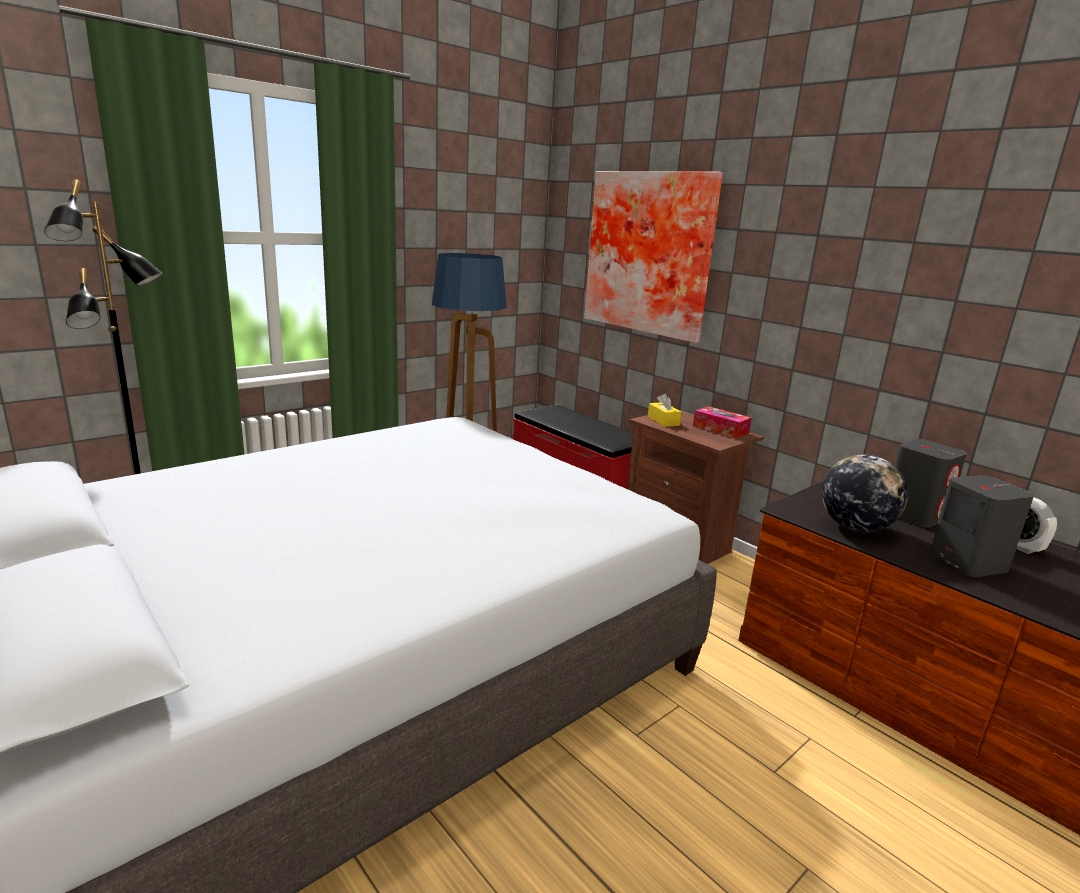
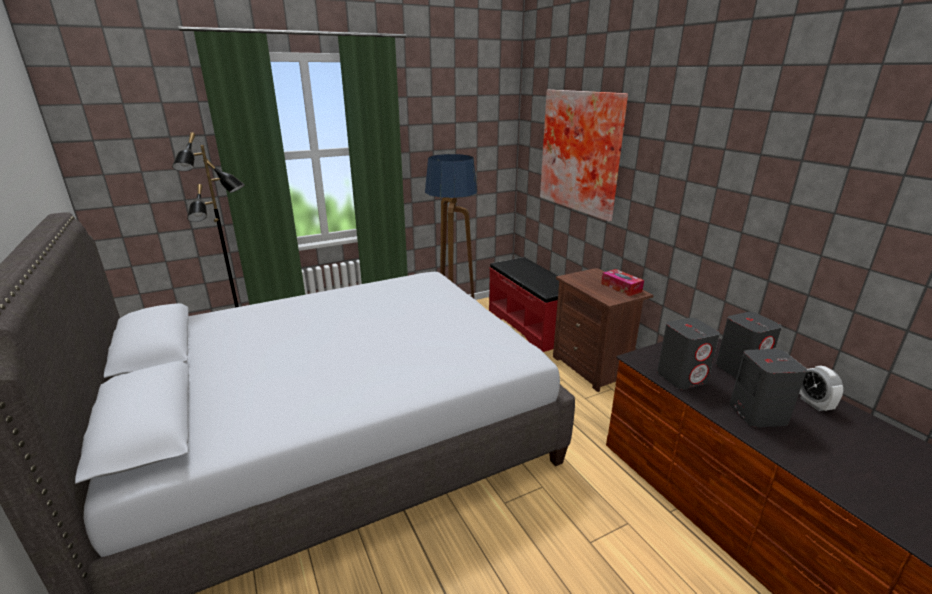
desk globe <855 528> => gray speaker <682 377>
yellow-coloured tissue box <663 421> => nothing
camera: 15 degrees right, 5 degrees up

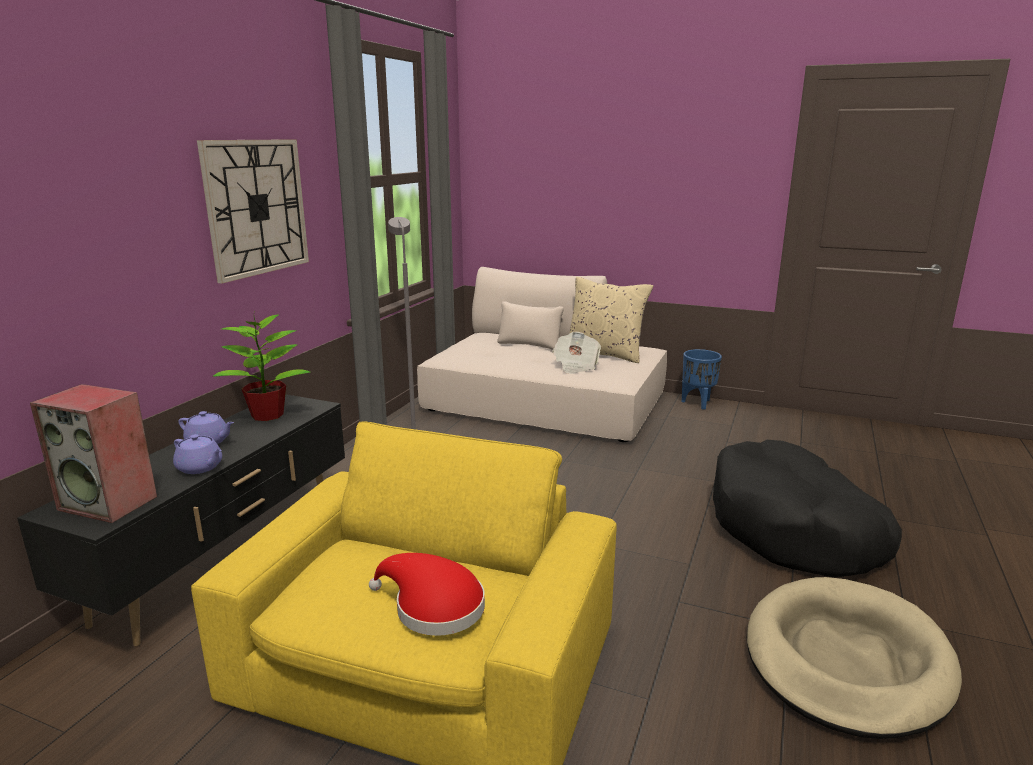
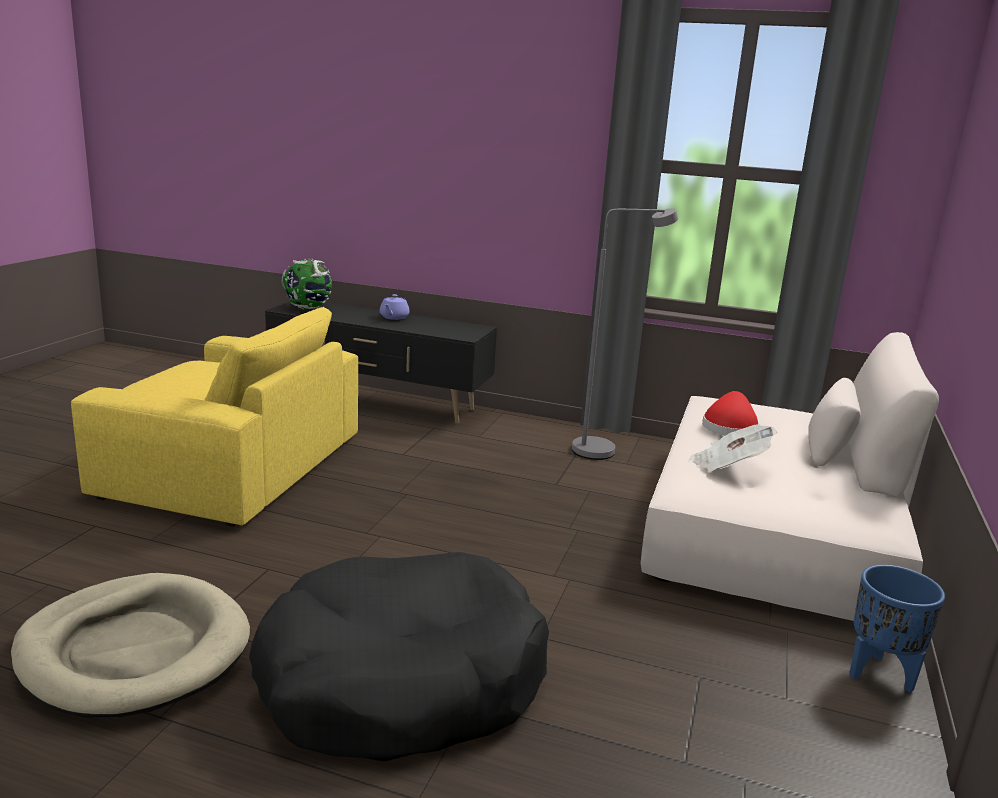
speaker <110 503> => desk globe <308 308>
red wearable hat <433 607> => red wearable hat <729 427>, move
purplish pot for tea <200 468> => nothing
wall clock <256 207> => nothing
houseplant <268 415> => nothing
sand-coloured pillow <604 353> => nothing
camera: 85 degrees right, 0 degrees up

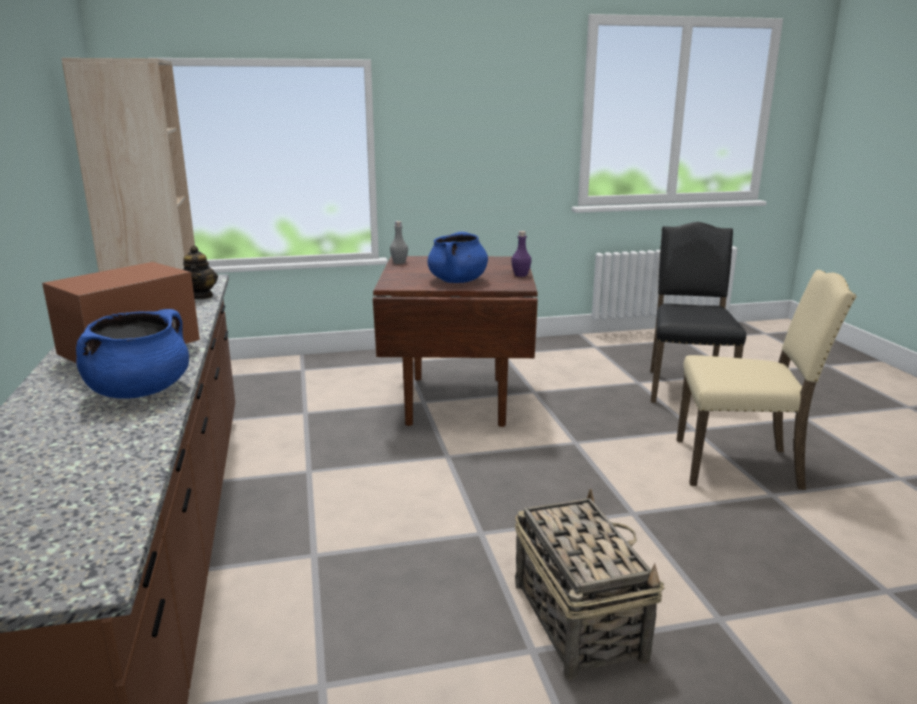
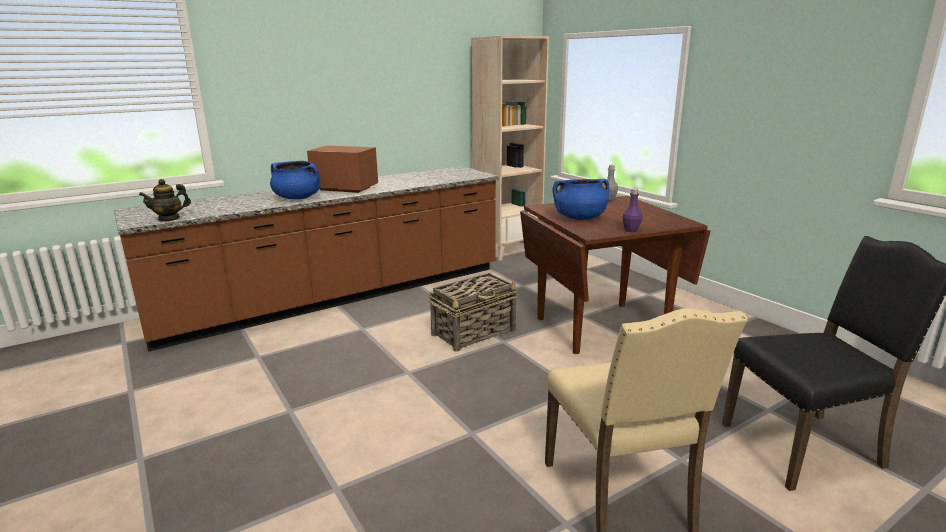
pot for tea <200 296> => pot for tea <169 218>, move
storage basket <577 618> => storage basket <474 332>, move
camera: 70 degrees right, 0 degrees up

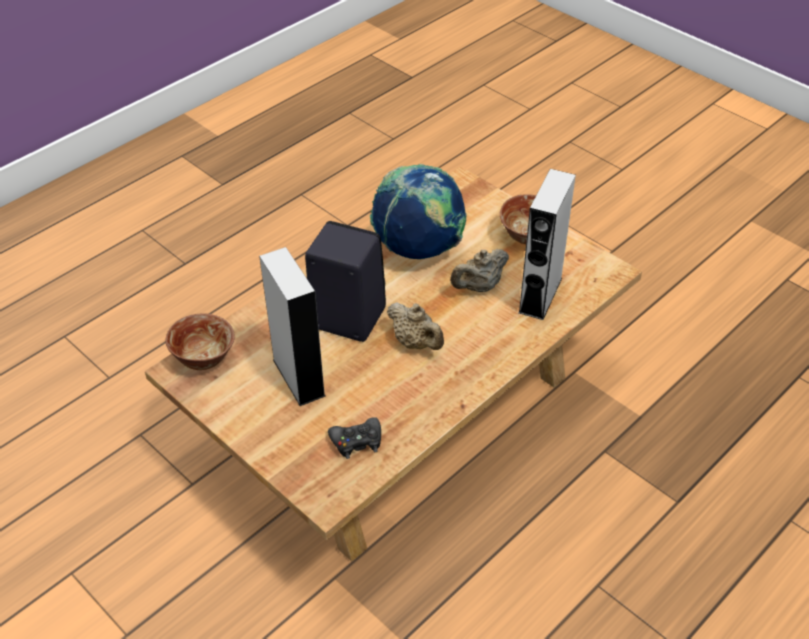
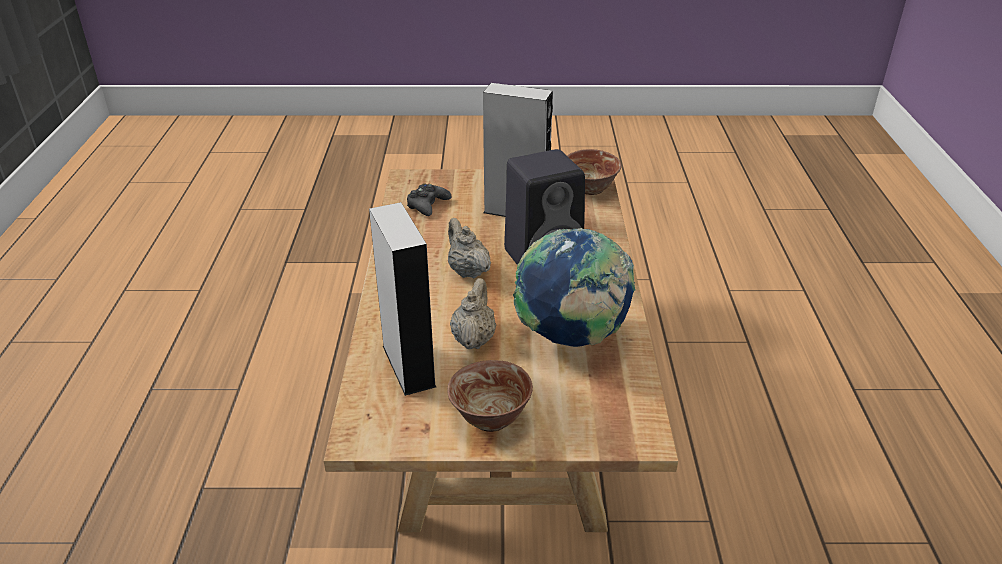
sand-coloured pot for tea <416 343> => sand-coloured pot for tea <467 271>, 60 degrees clockwise
camera: 135 degrees right, 10 degrees down

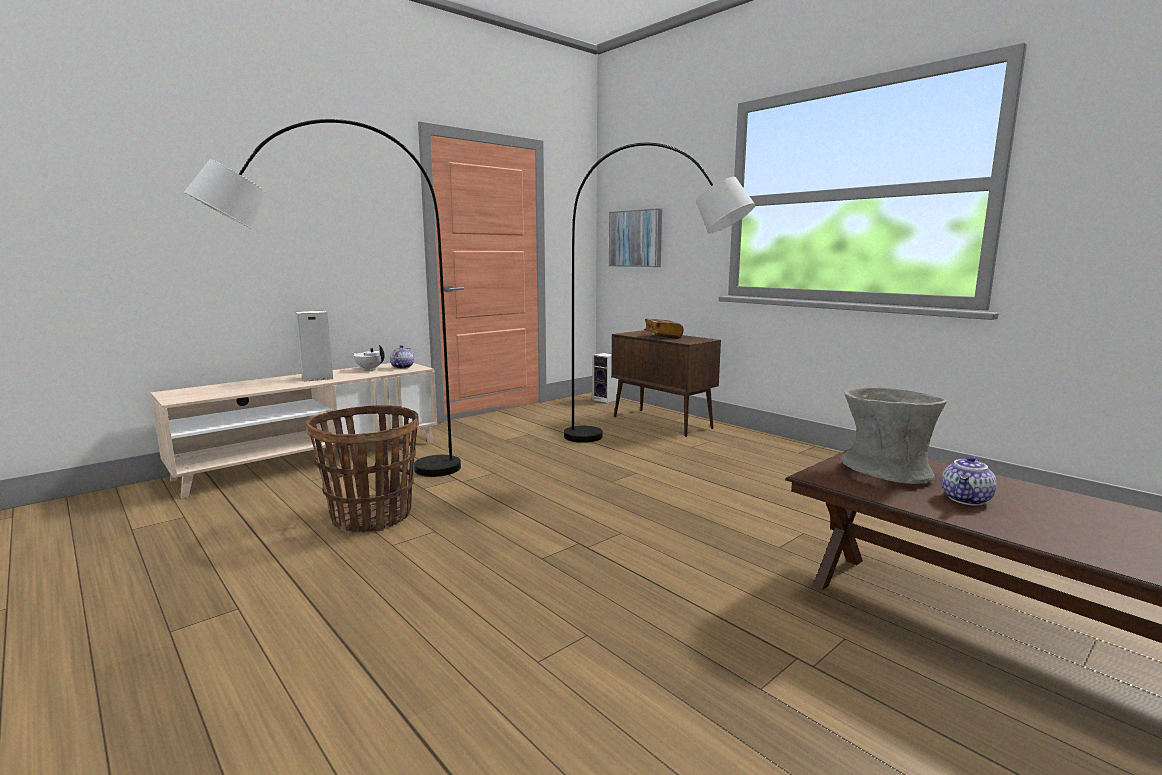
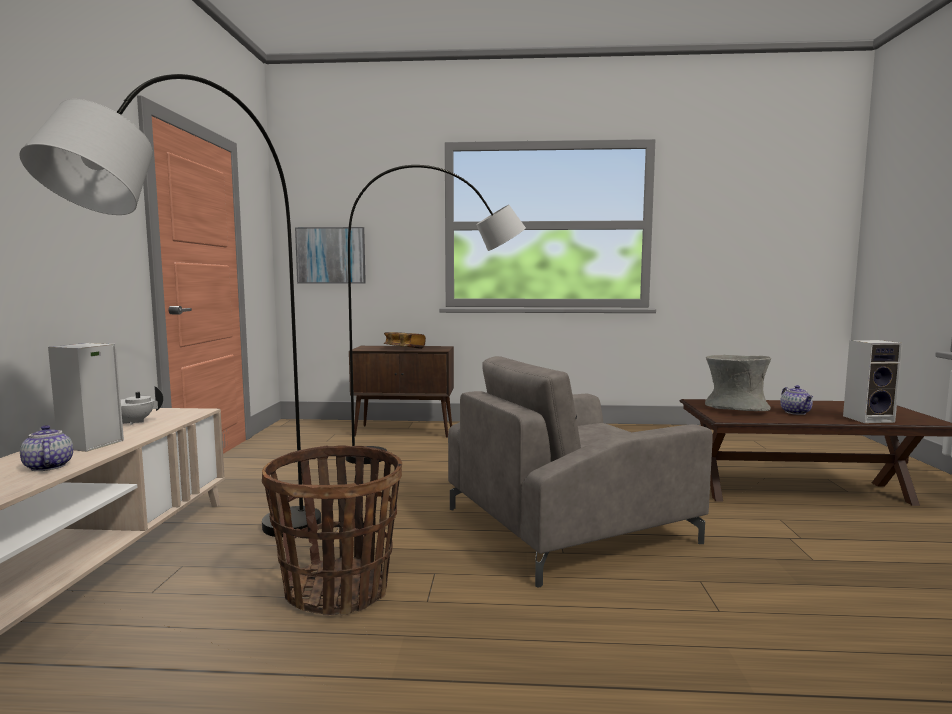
pot for tea <402 367> => pot for tea <47 467>, move
nothing => gray easy chair <569 524>
speaker <606 400> => speaker <869 419>, move
camera: 45 degrees left, 5 degrees down

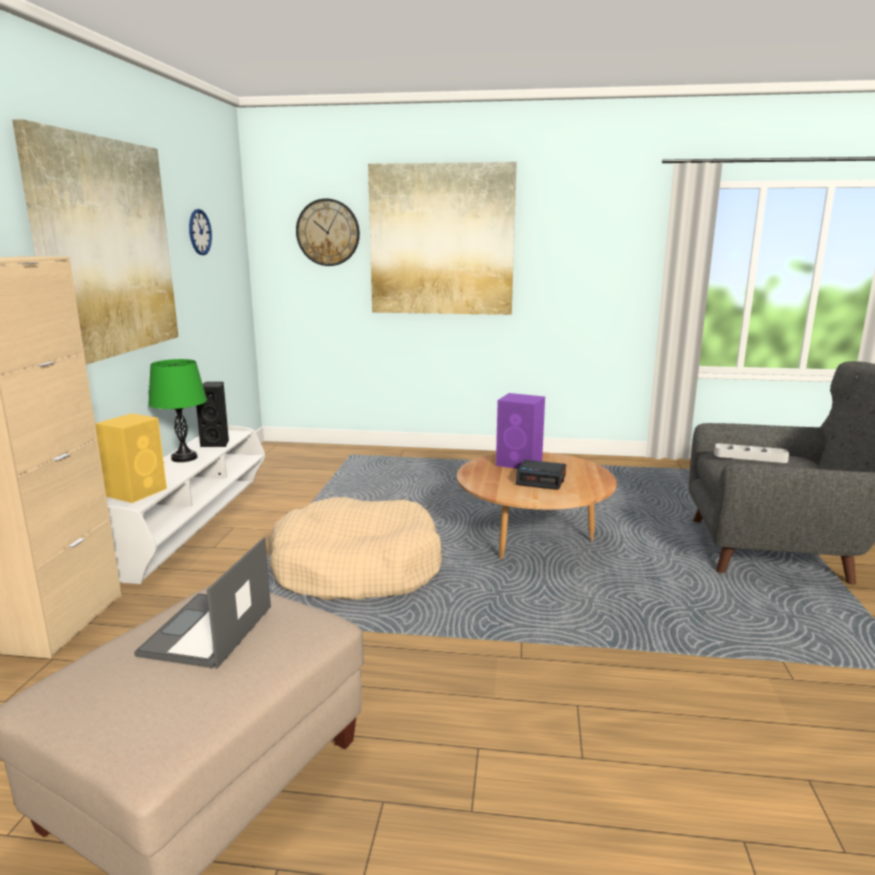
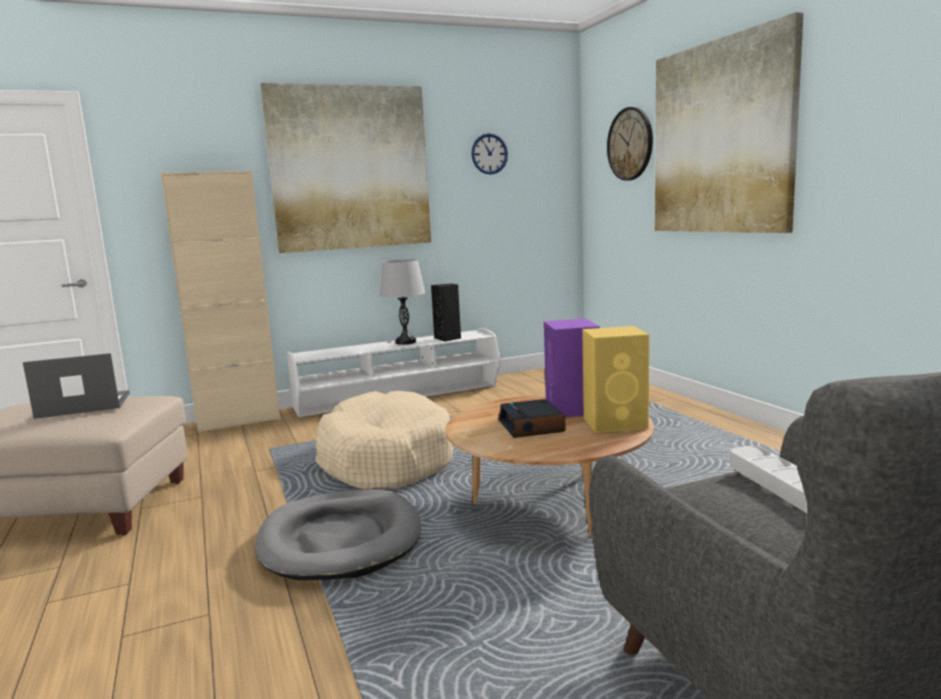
nothing => gray pet bed <341 540>
green table lamp <184 458> => gray table lamp <405 342>
yellow-coloured speaker <138 492> => yellow-coloured speaker <616 423>, move
camera: 60 degrees right, 5 degrees down

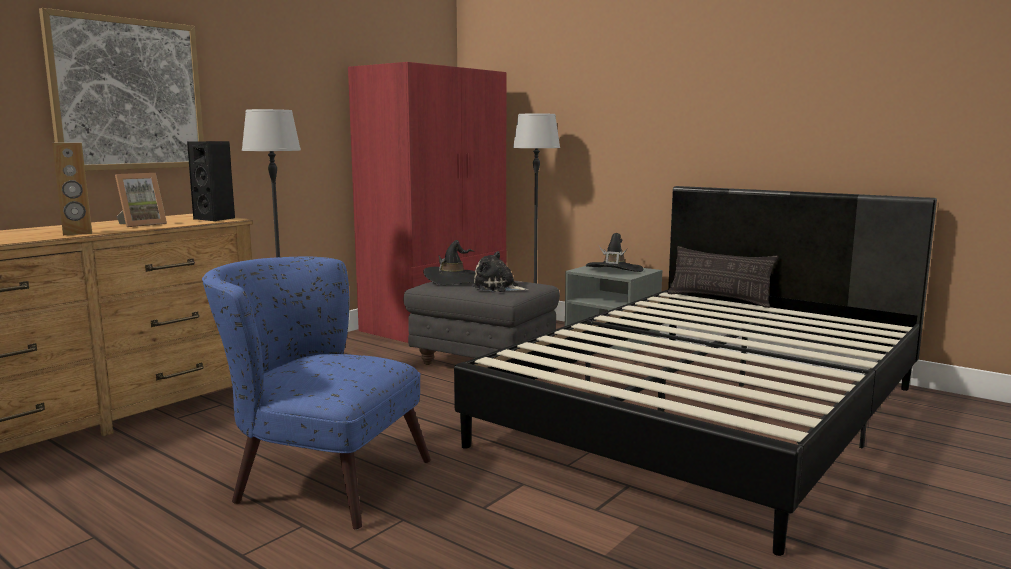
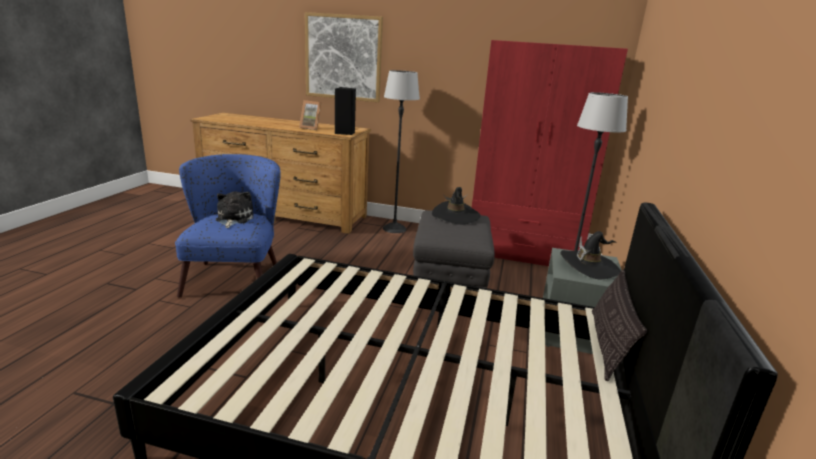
soft toy <498 288> => soft toy <233 219>, move
brownish speaker <77 233> => nothing
camera: 65 degrees right, 10 degrees up

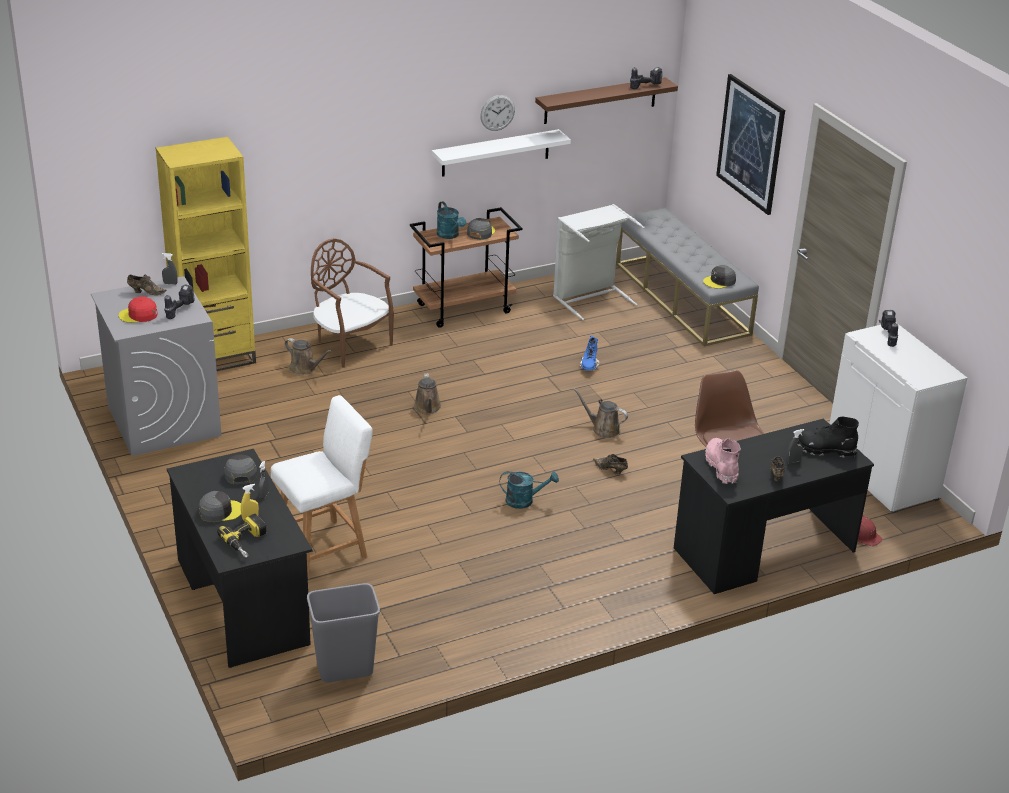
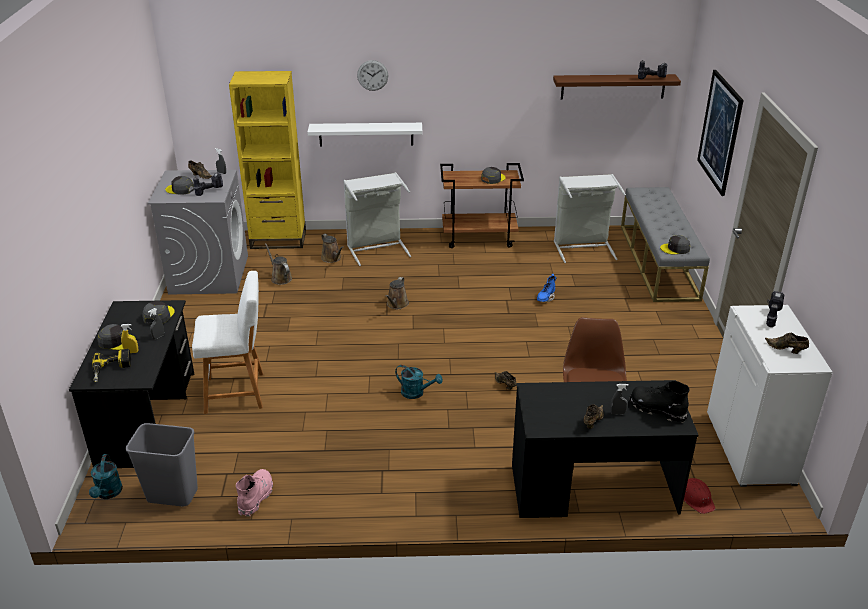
turquoise-coloured watering can <450 235> => turquoise-coloured watering can <108 493>, move
red peaked cap <138 315> => gray peaked cap <180 189>
pink-coloured tall boot <721 467> => pink-coloured tall boot <256 497>, move
brownish watering can <603 429> => brownish watering can <280 278>, move
white-coloured bracket shelf <495 153> => white-coloured bracket shelf <366 134>, move
brownish chair <350 345> => gray hamper <377 248>
wall clock <497 112> => wall clock <372 75>, move
nothing => brownish shoe <786 349>
camera: 25 degrees right, 0 degrees up

